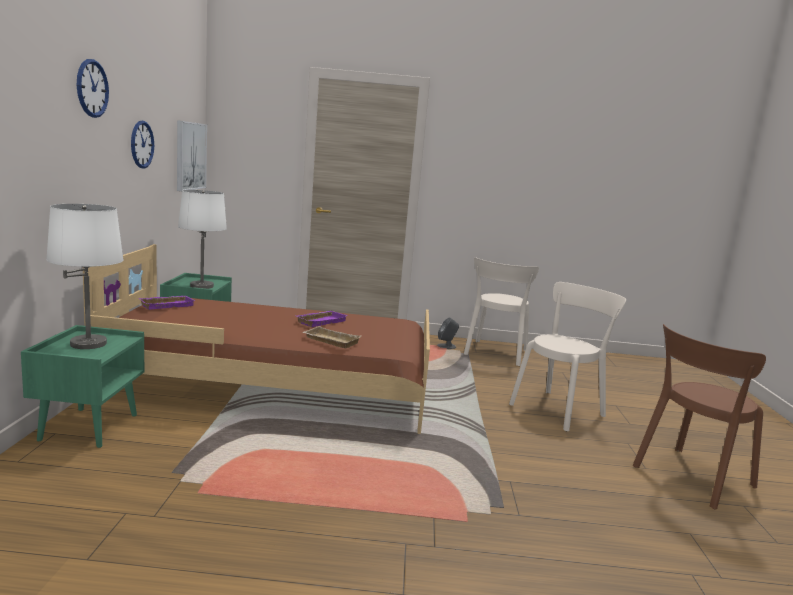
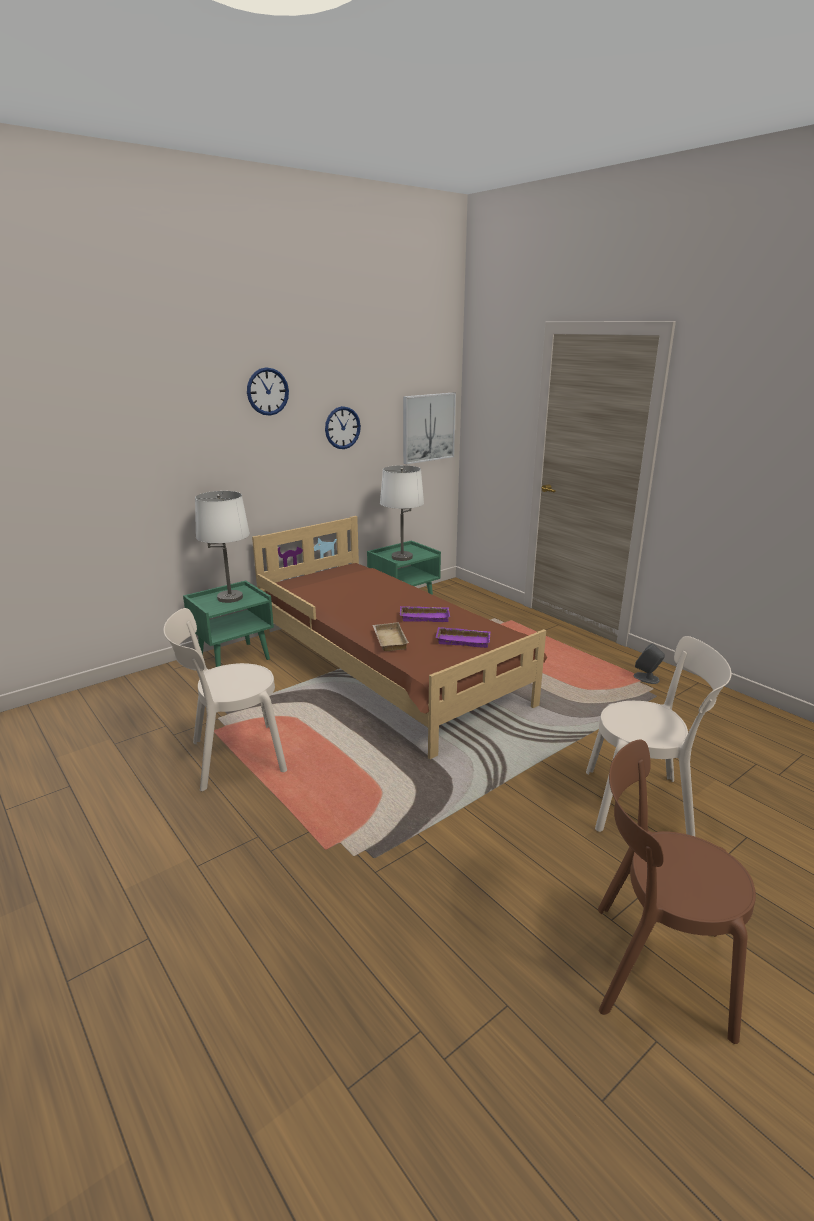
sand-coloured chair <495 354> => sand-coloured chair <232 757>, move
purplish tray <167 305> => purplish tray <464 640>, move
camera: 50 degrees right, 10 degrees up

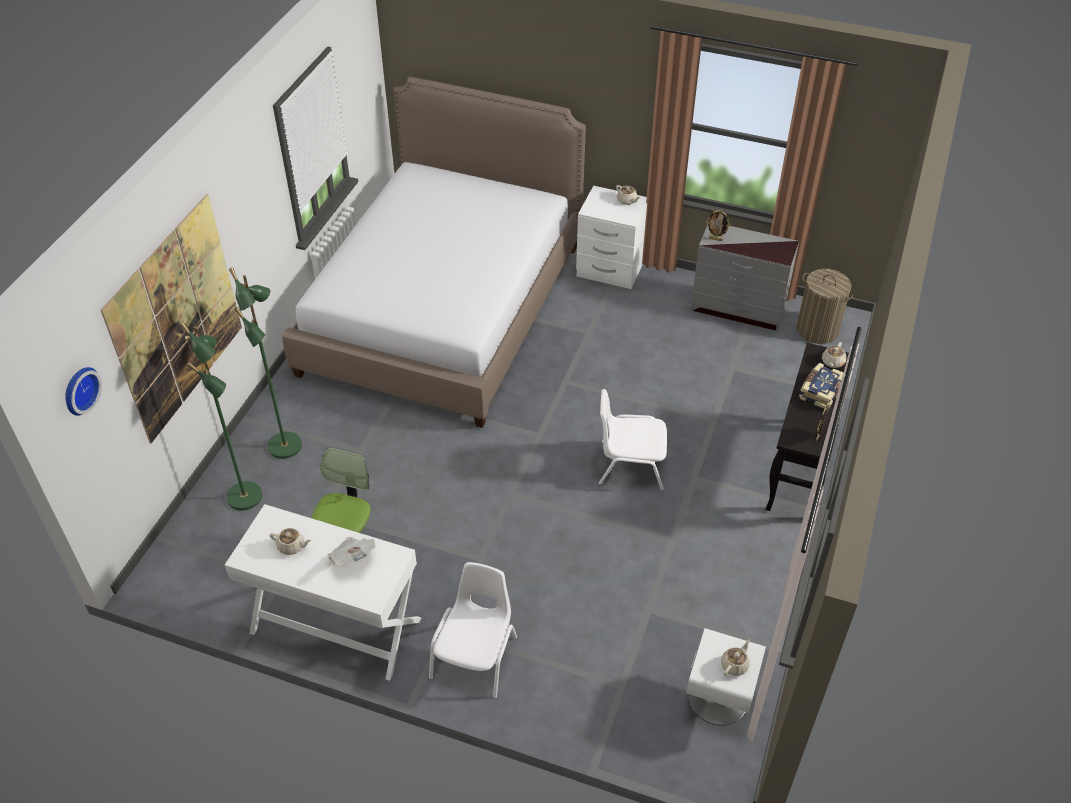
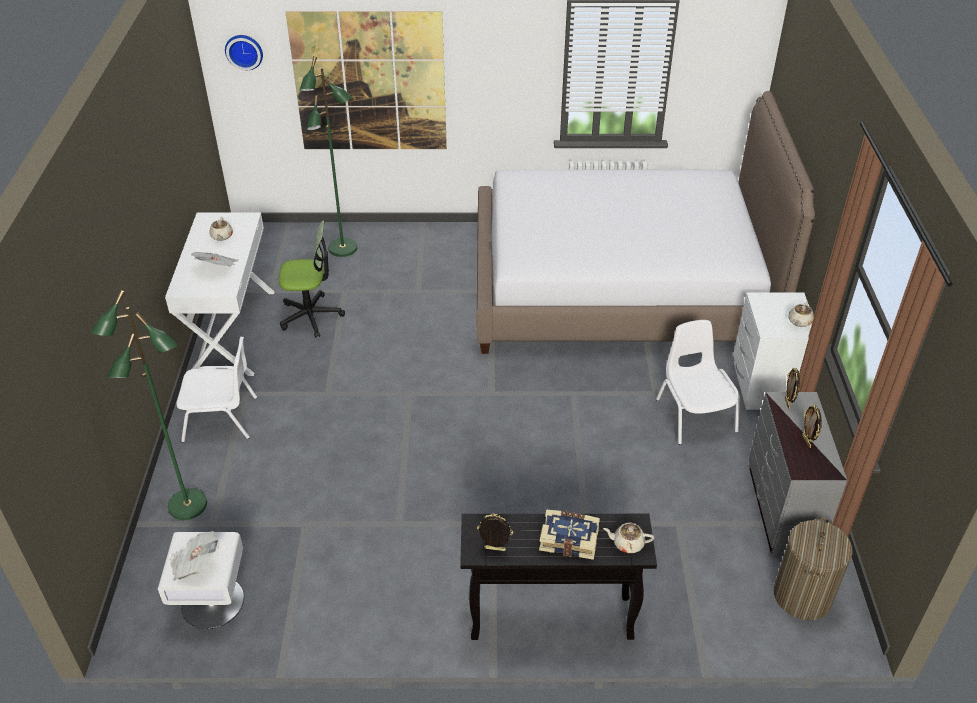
green floor lamp <286 446> => green floor lamp <187 506>, move
sand-coloured pot for tea <735 665> => printed paper <195 564>
white-coloured chair <630 464> => white-coloured chair <695 414>, move
nothing => picture frame <807 441>
camera: 70 degrees right, 5 degrees down

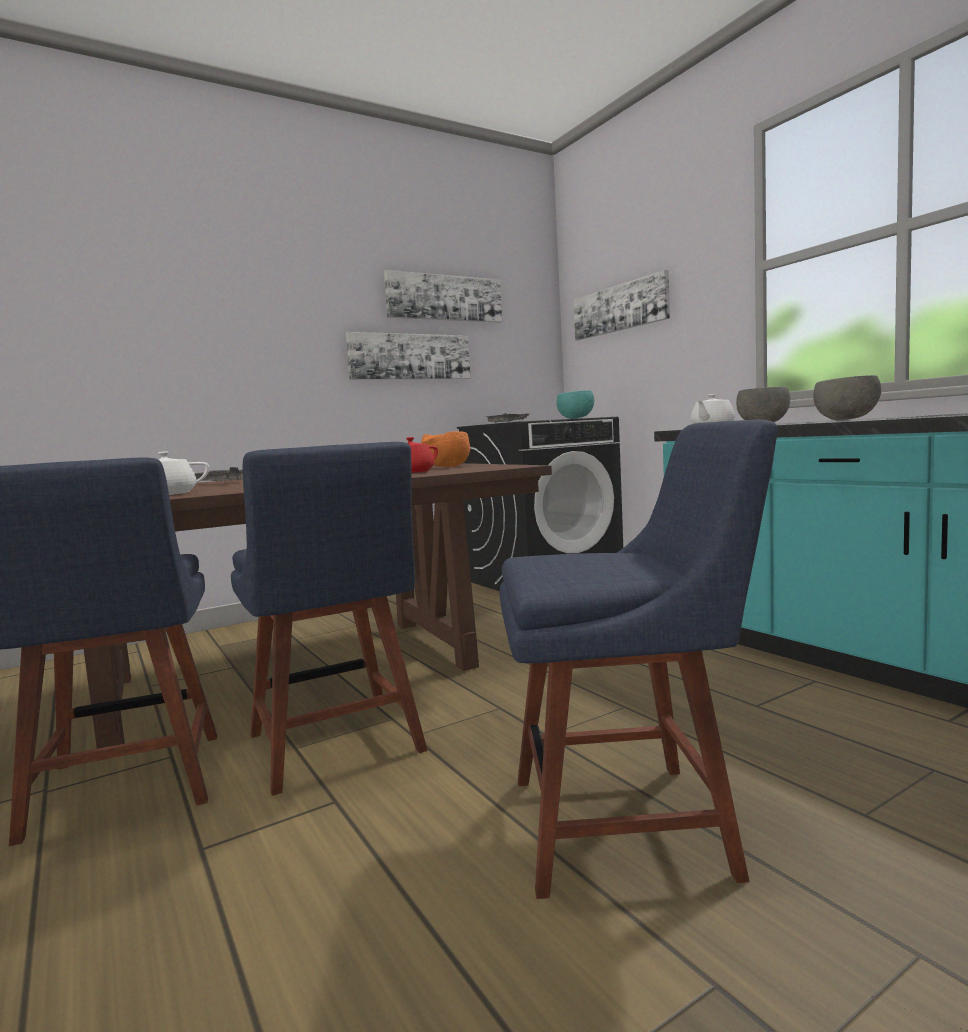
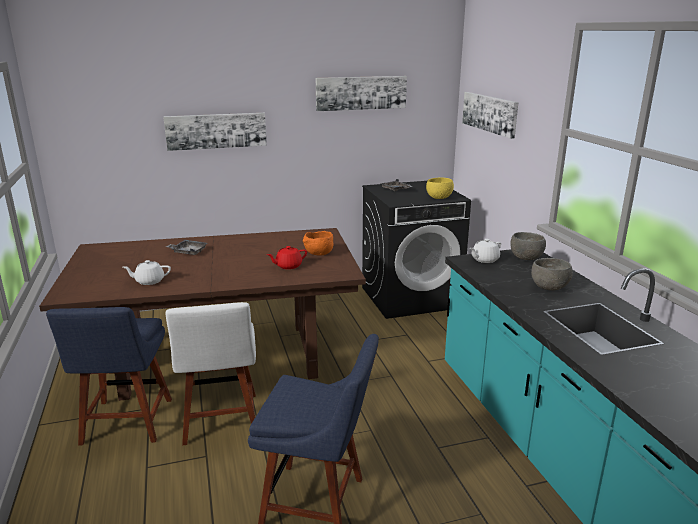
picture <409 357> => picture <216 131>, move
bluish chair <337 746> => white-coloured chair <221 421>
turquoise-coloured bowl <575 418> => yellow-coloured bowl <439 198>
camera: 15 degrees right, 15 degrees up

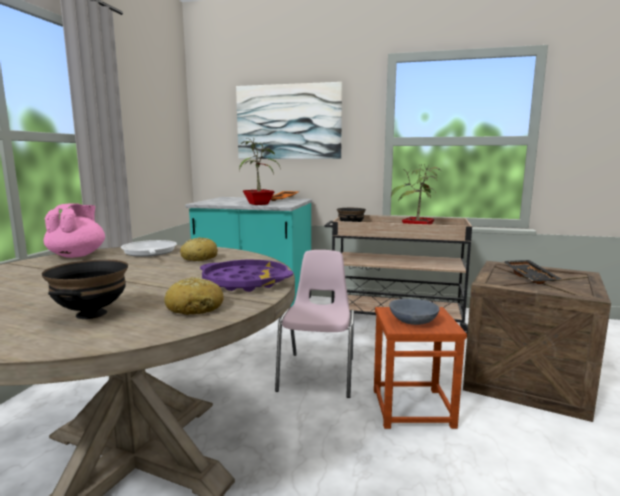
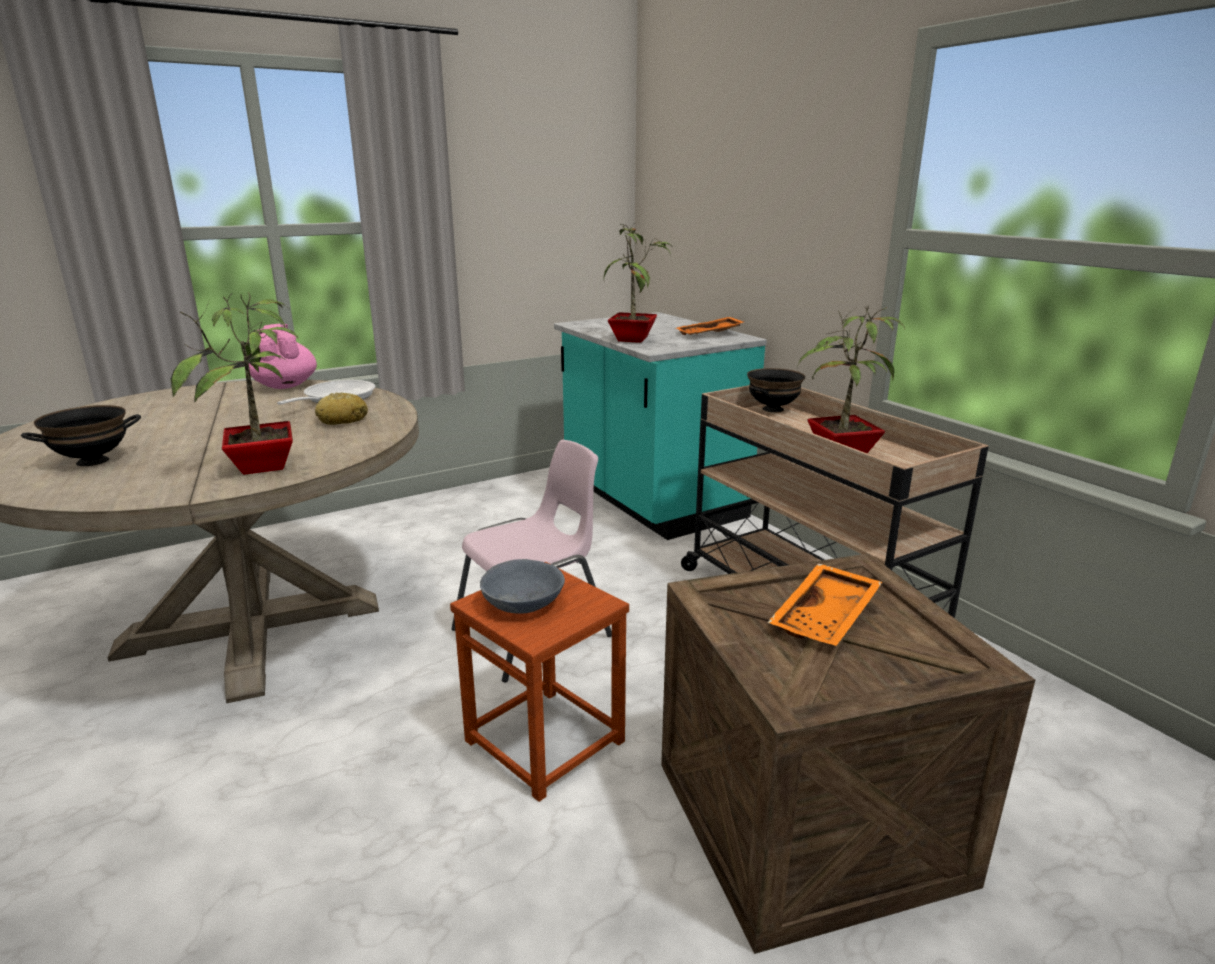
purplish tray <245 282> => houseplant <263 467>
pink-coloured pot for tea <77 255> => pink-coloured pot for tea <285 385>, 75 degrees counterclockwise
black tray <530 277> => orange-coloured tray <827 618>
bakery bread <195 308> => nothing
picture <288 122> => nothing
camera: 45 degrees right, 10 degrees up

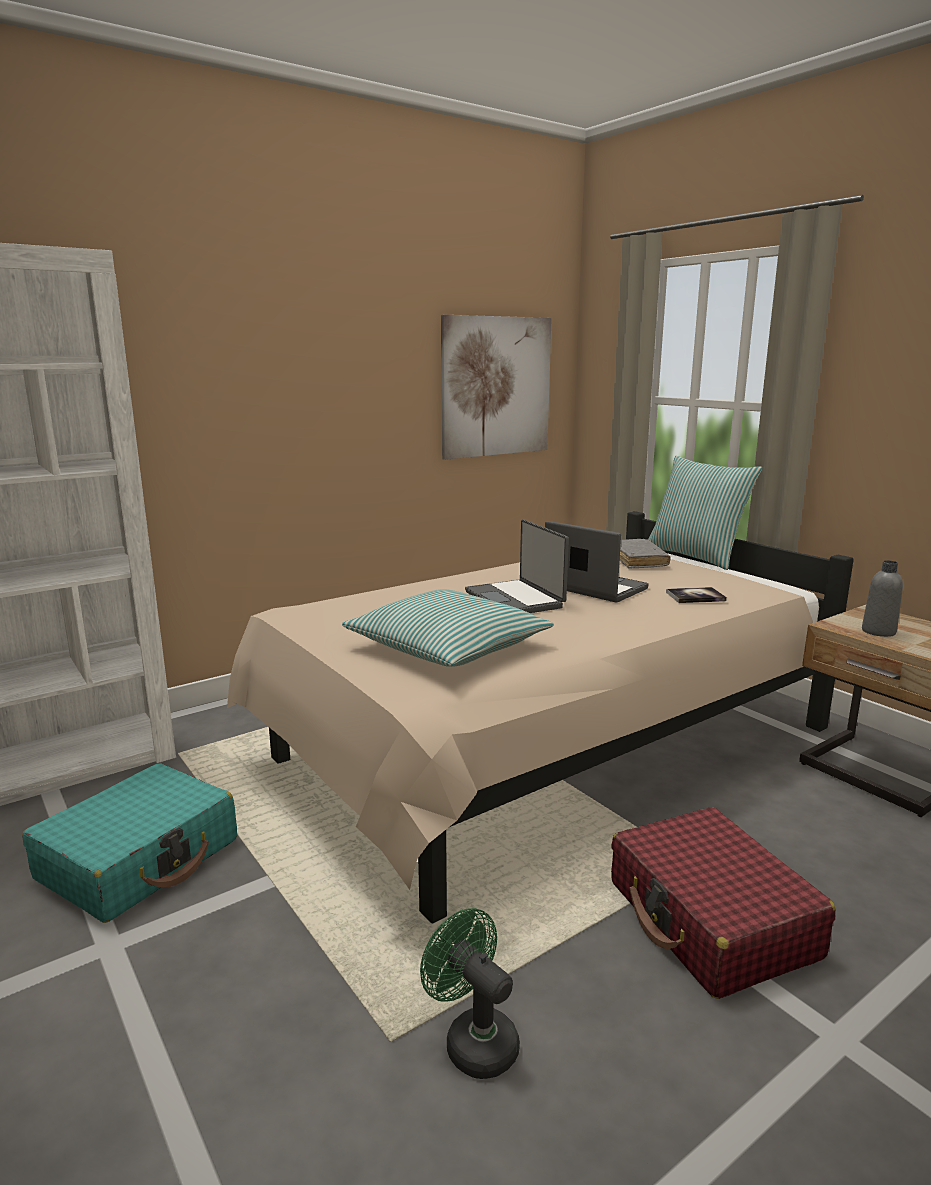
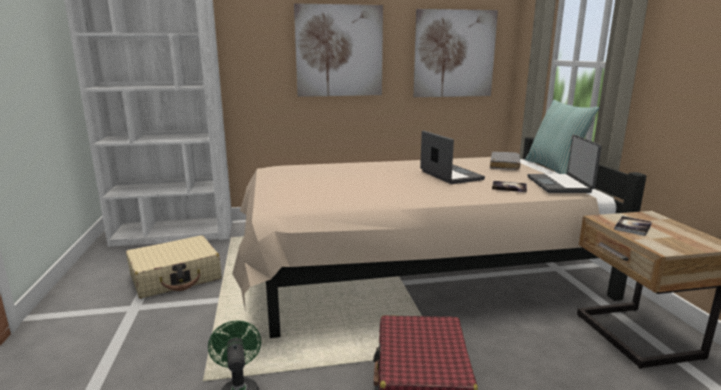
turquoise-coloured piece of luggage <140 859> => sand-coloured piece of luggage <176 277>
nothing => picture <339 51>
portable computer <515 599> => portable computer <560 185>, move
gray bottle <878 631> => book <632 227>
pillow <447 647> => nothing
camera: 25 degrees right, 0 degrees up

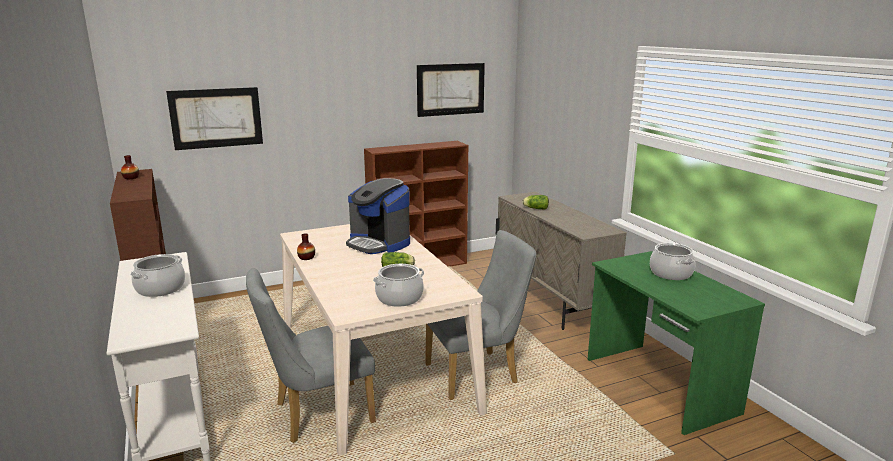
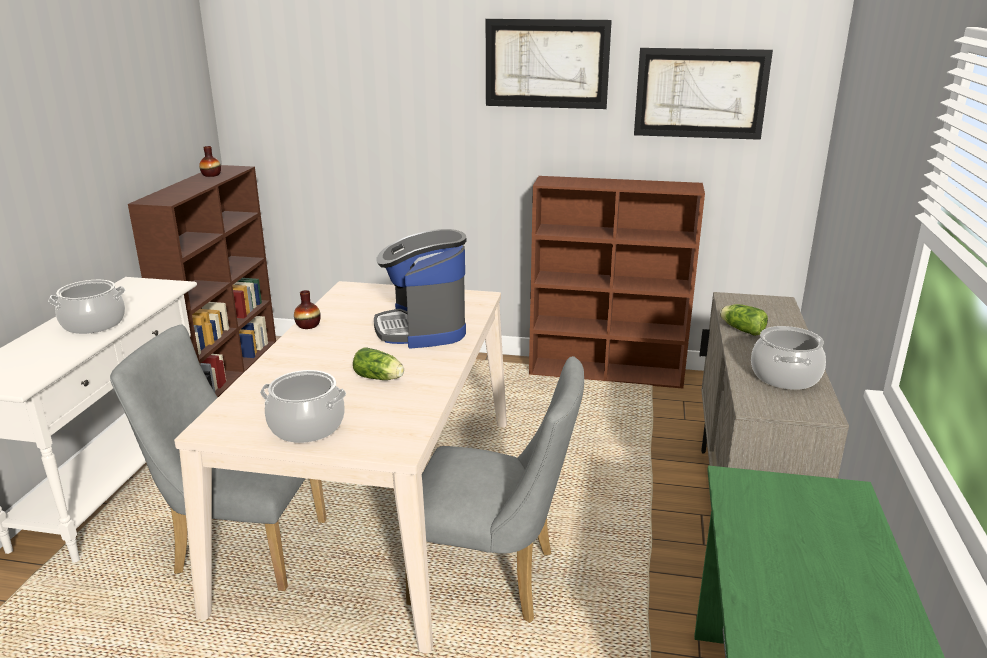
picture <216 118> => picture <546 64>, move
stockpot <671 273> => stockpot <785 377>, move
camera: 35 degrees right, 5 degrees up

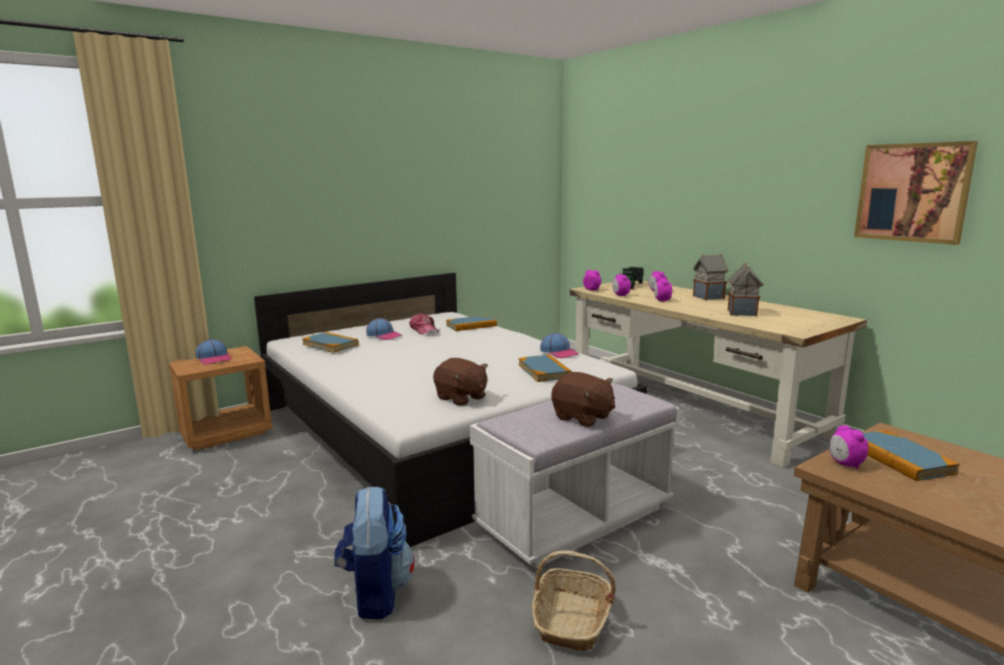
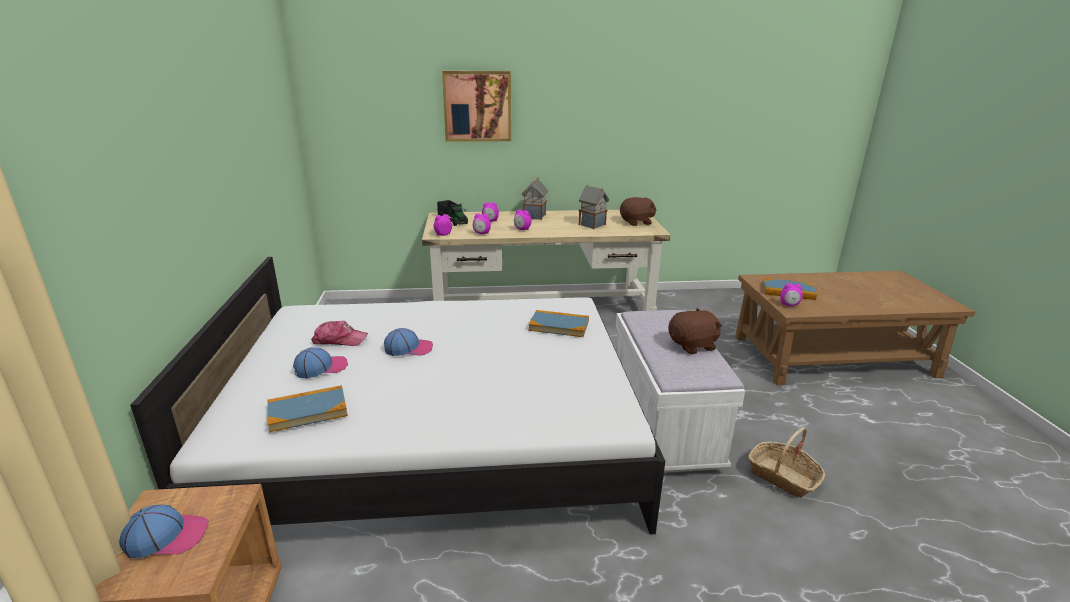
peaked cap <559 352> => peaked cap <409 348>, move
picture <912 192> => picture <477 106>, move
brownish soft toy <461 398> => brownish soft toy <637 222>, move
knapsack <375 593> => nothing
book <471 325> => nothing
camera: 60 degrees left, 10 degrees up

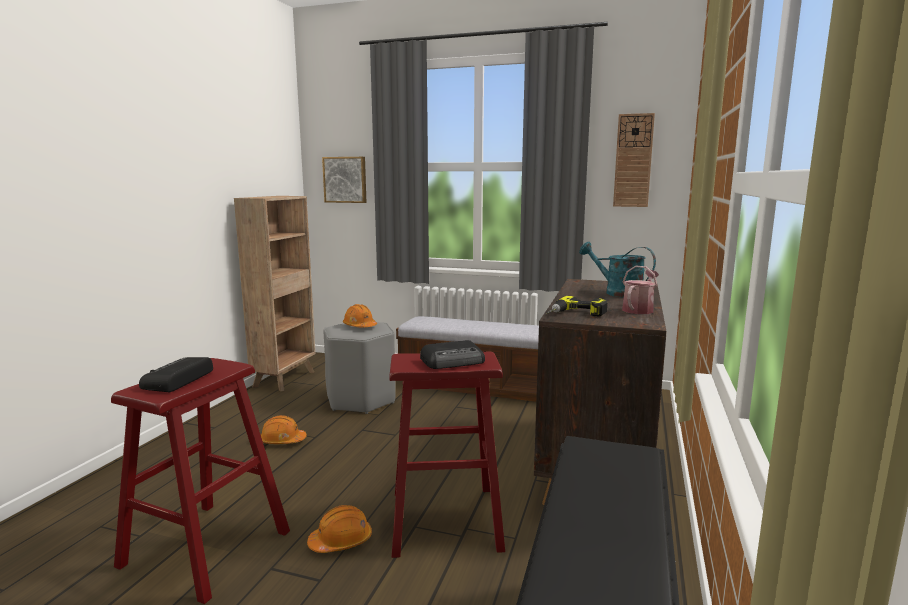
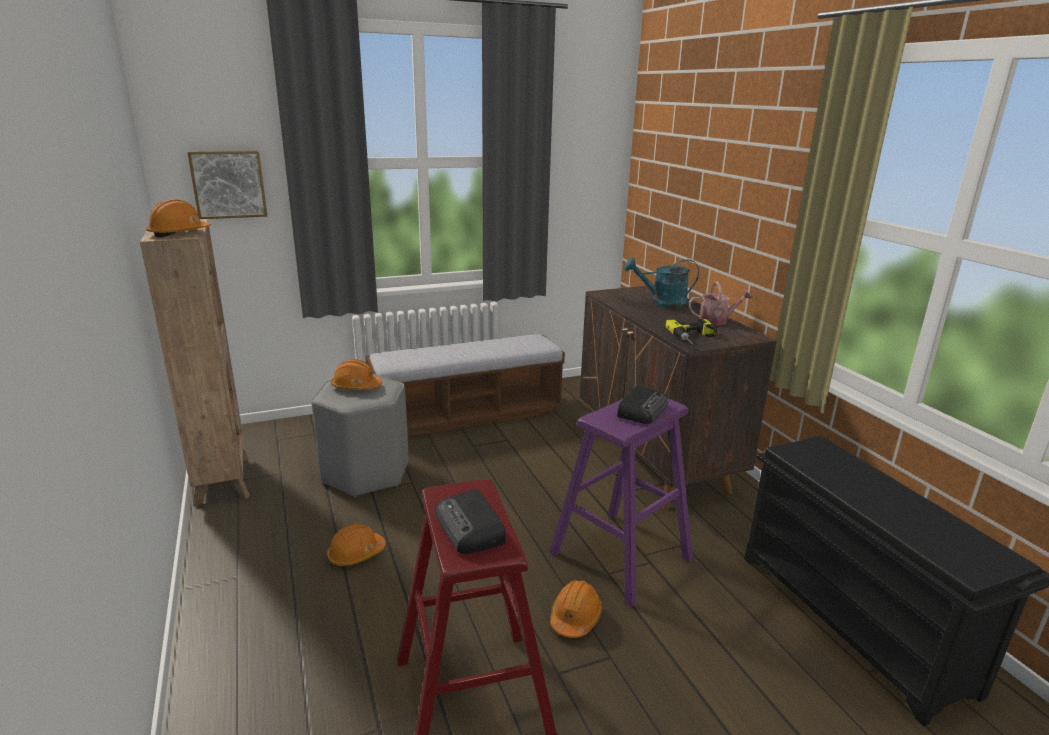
nothing => orange-coloured safety helmet <179 233>
red stool <445 519> => purplish stool <620 555>
watering can <639 309> => watering can <717 320>, 90 degrees clockwise
wall clock <633 161> => nothing
camera: 40 degrees left, 10 degrees up

